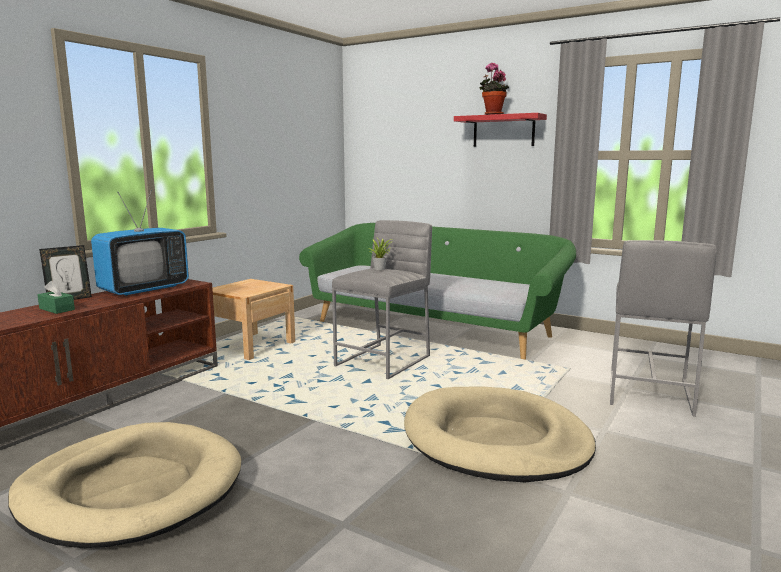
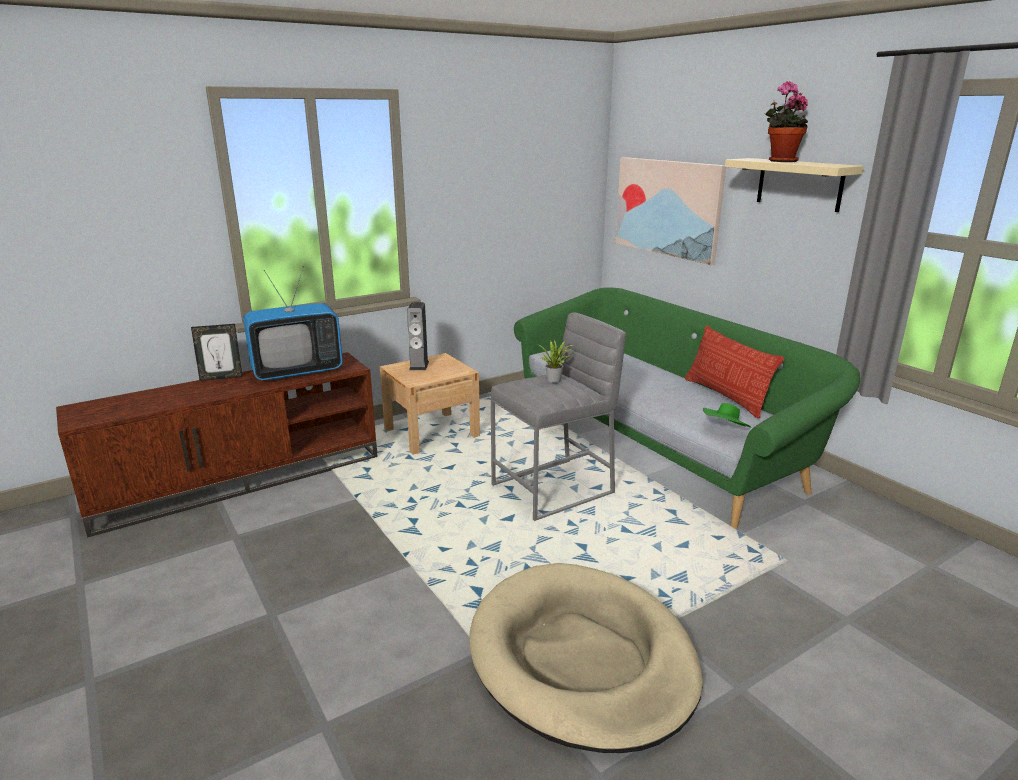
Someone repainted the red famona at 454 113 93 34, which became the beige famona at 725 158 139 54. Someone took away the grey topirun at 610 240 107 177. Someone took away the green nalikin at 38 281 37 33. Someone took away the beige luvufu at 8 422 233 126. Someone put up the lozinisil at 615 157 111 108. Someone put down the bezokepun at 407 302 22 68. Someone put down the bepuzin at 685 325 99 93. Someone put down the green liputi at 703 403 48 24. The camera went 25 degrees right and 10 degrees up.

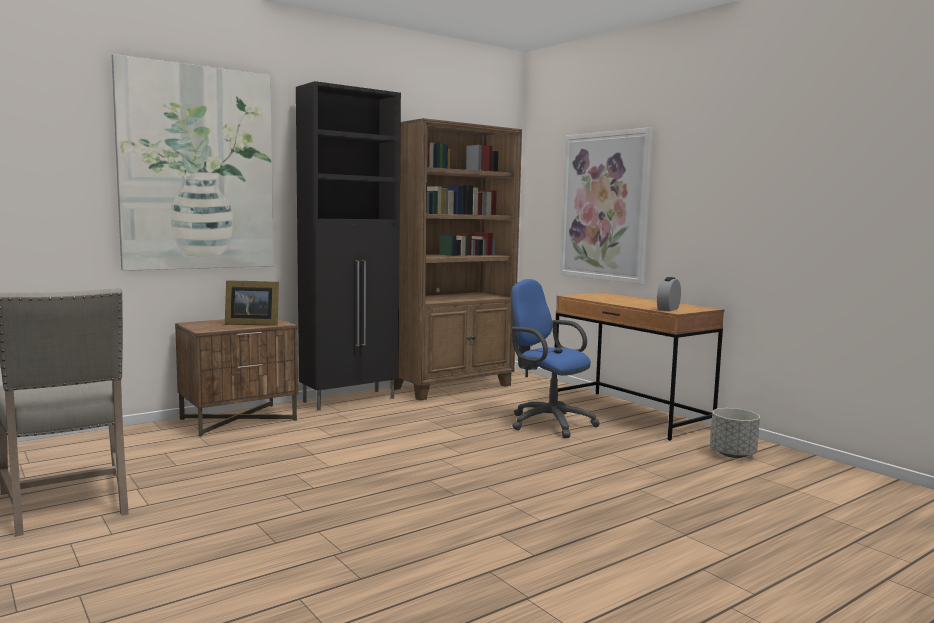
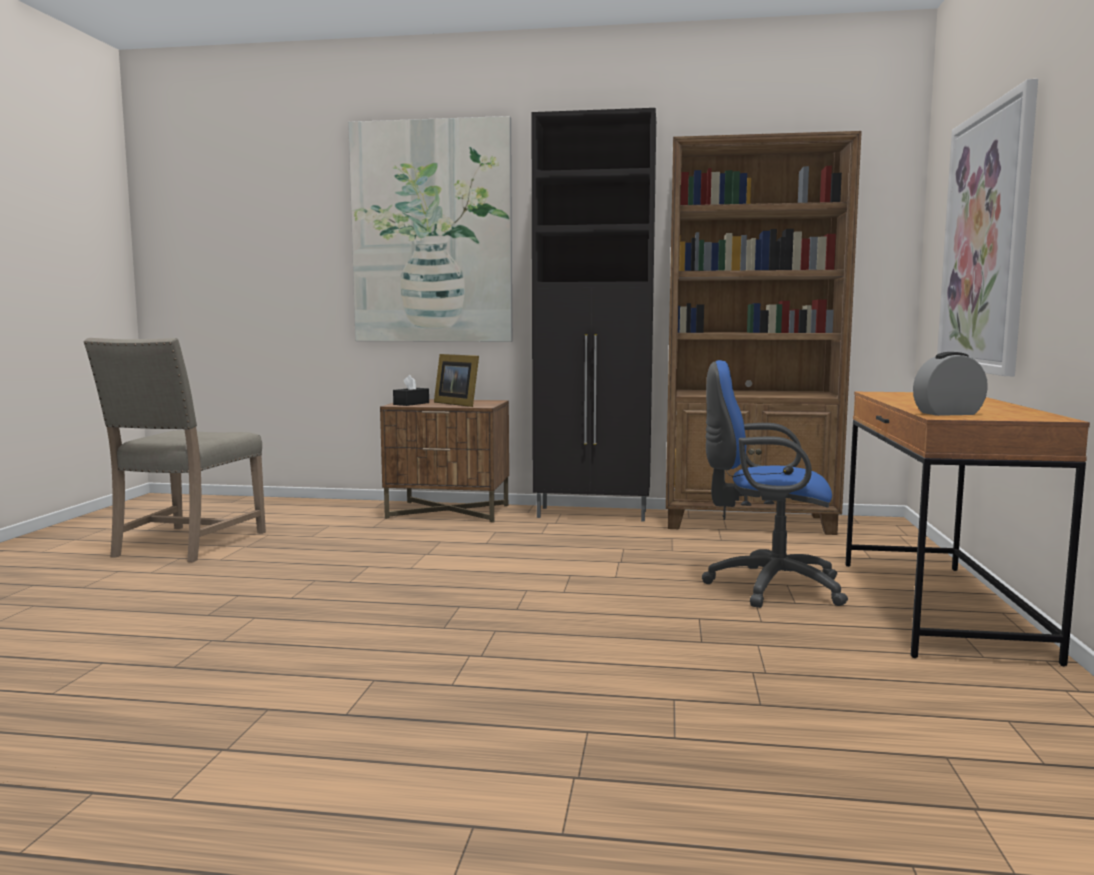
Someone rotated the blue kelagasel at 510 279 90 159 by 75 degrees counterclockwise. Someone took away the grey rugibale at 710 408 50 50. Someone put down the black nalikin at 393 375 36 31. The camera went 45 degrees right and 0 degrees up.

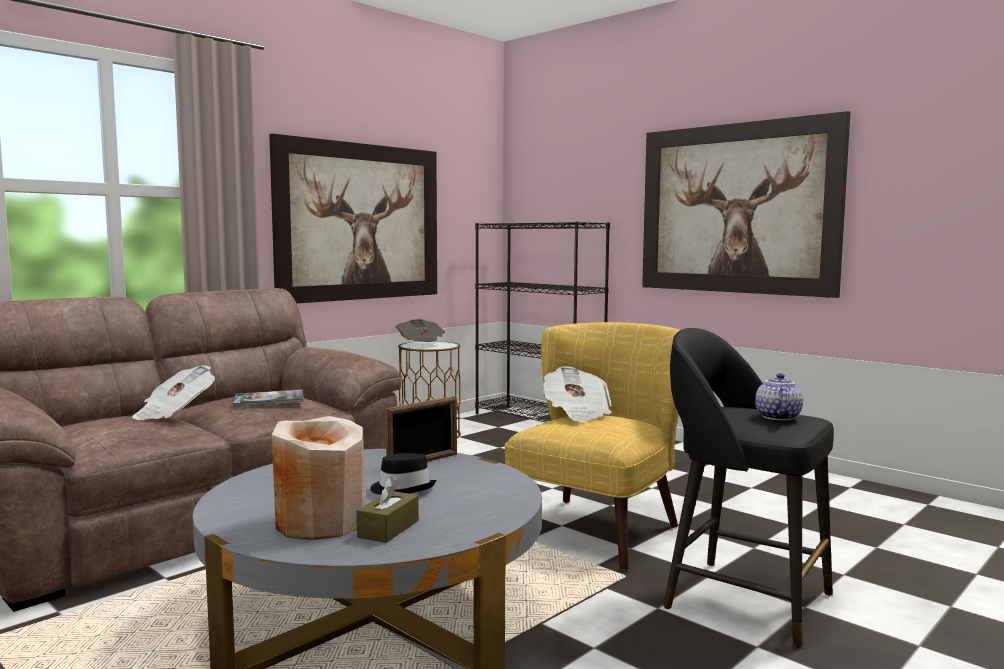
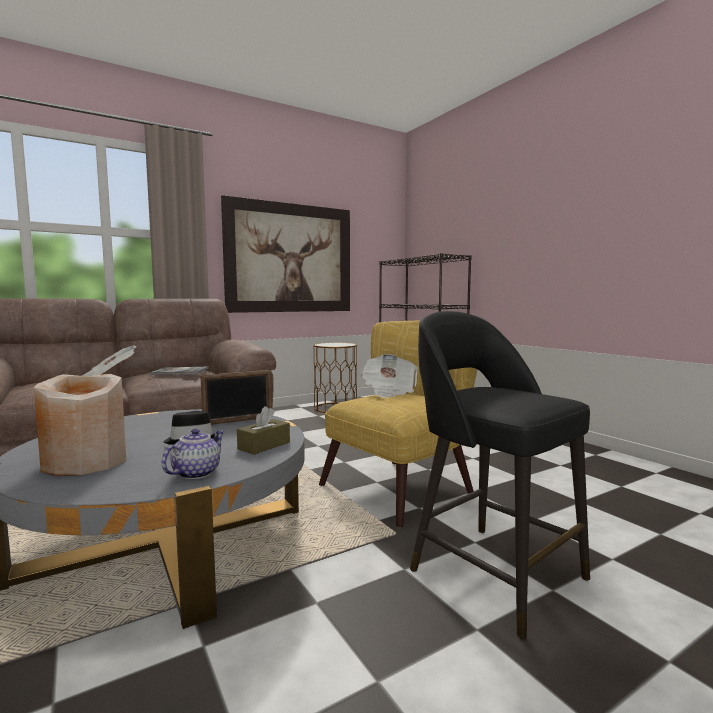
Someone took away the lozinisil at 642 111 208 187. Someone took away the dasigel at 395 319 50 23. Someone carried the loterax from 755 373 48 48 to 162 429 63 50. Someone carried the brown nalikin from 356 476 63 67 to 237 406 53 49. The camera went 15 degrees right and 0 degrees up.

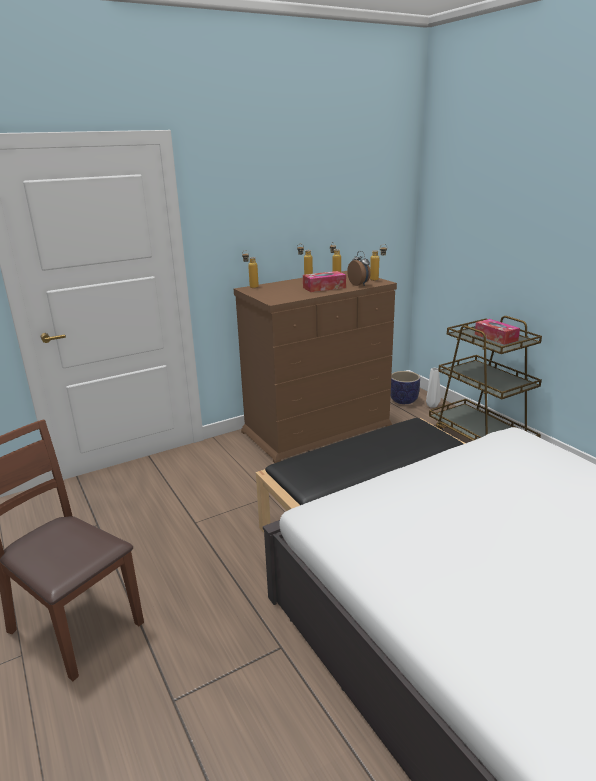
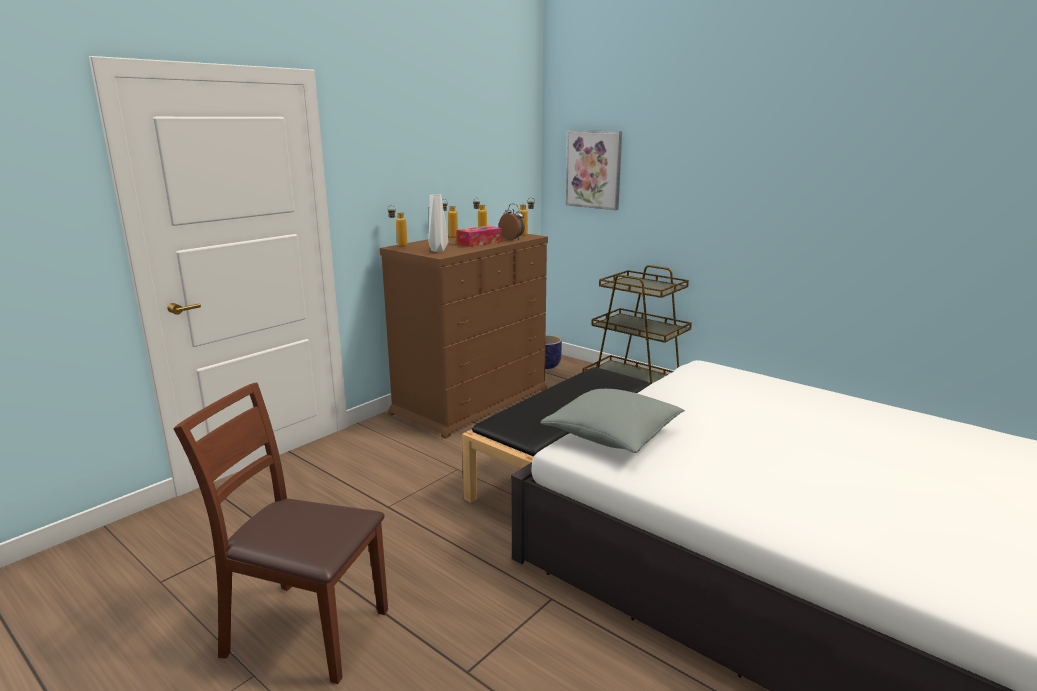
Someone took away the nalikin at 475 319 45 26. Someone carried the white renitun from 426 368 15 40 to 429 194 19 58. Someone put up the lozinisil at 566 130 56 80. Someone put down the grey bepuzin at 540 389 145 64. The camera went 20 degrees left and 5 degrees down.

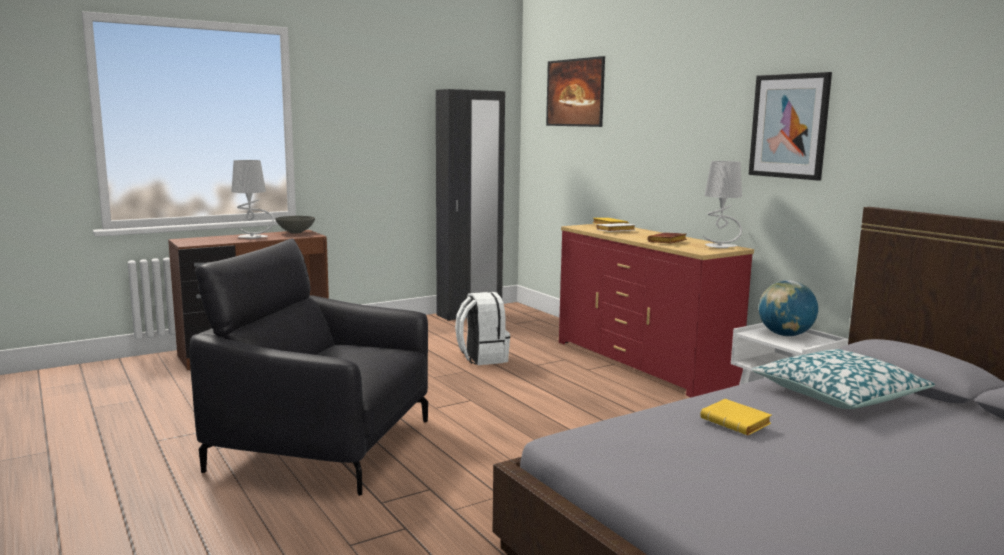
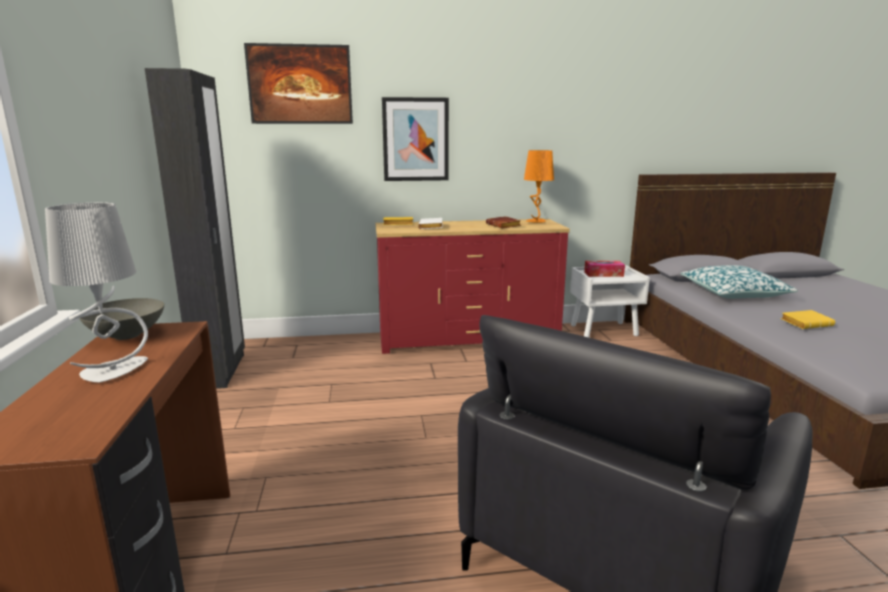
Someone carried the lozinisil from 749 72 83 109 to 382 97 67 84. Someone repainted the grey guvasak at 703 161 39 87, which became the orange guvasak at 524 150 30 73. Someone swapped the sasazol at 759 280 59 56 for the nalikin at 584 261 41 16. Someone took away the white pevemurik at 455 292 55 73. The camera went 65 degrees left and 5 degrees up.

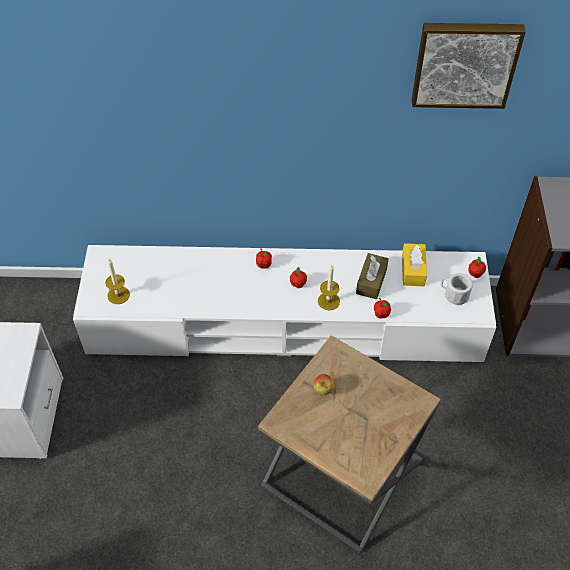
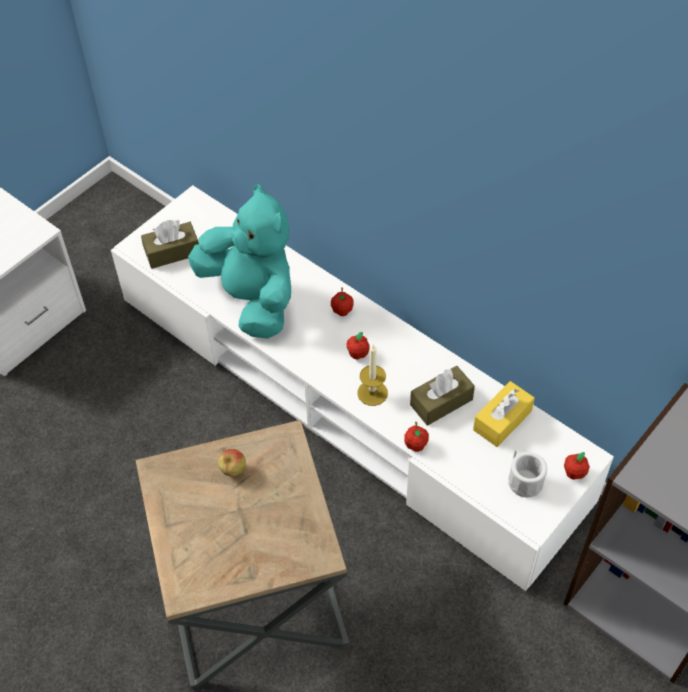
Someone took away the lozinisil at 412 23 114 86. Someone swapped the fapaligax at 105 258 25 46 for the brown nalikin at 141 220 58 49. Someone put down the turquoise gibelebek at 188 184 103 154. The camera went 40 degrees right and 0 degrees up.

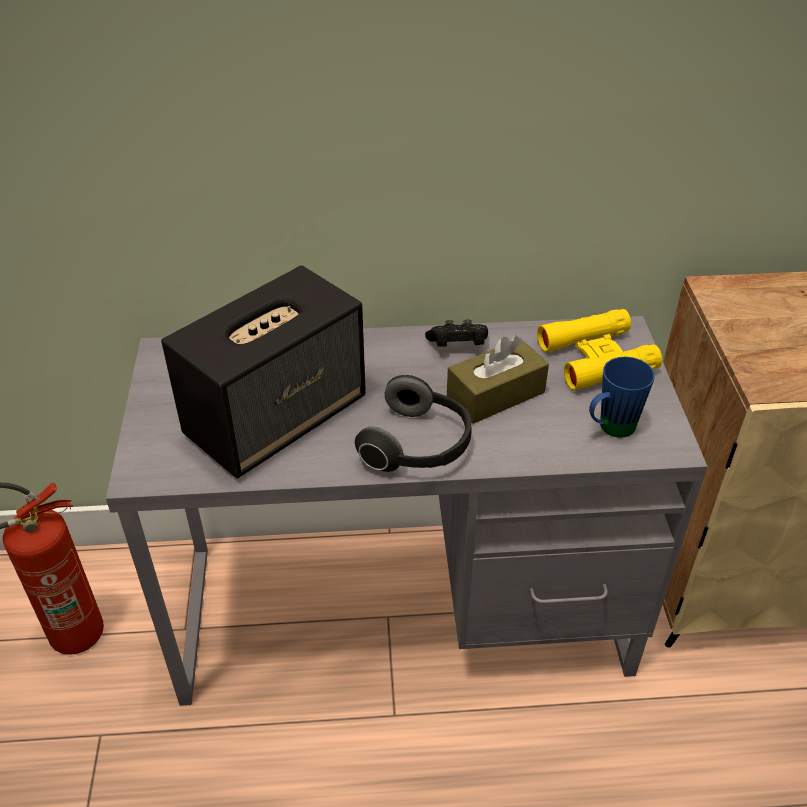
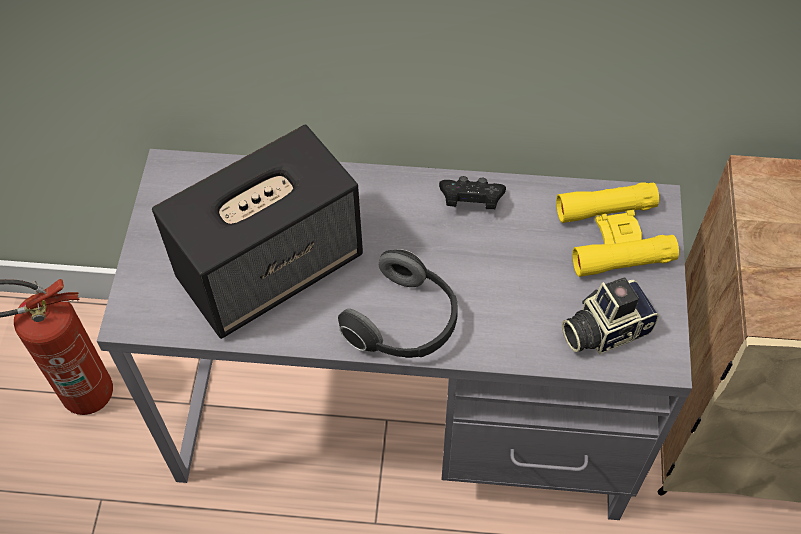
Someone took away the brown nalikin at 447 336 102 88. Someone swapped the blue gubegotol at 589 356 66 82 for the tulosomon at 562 278 97 76. The camera went 10 degrees right and 15 degrees up.

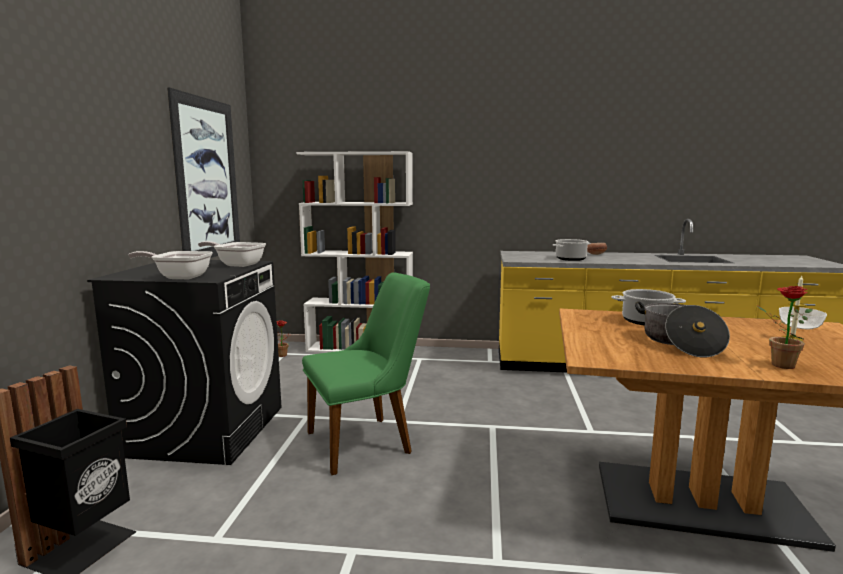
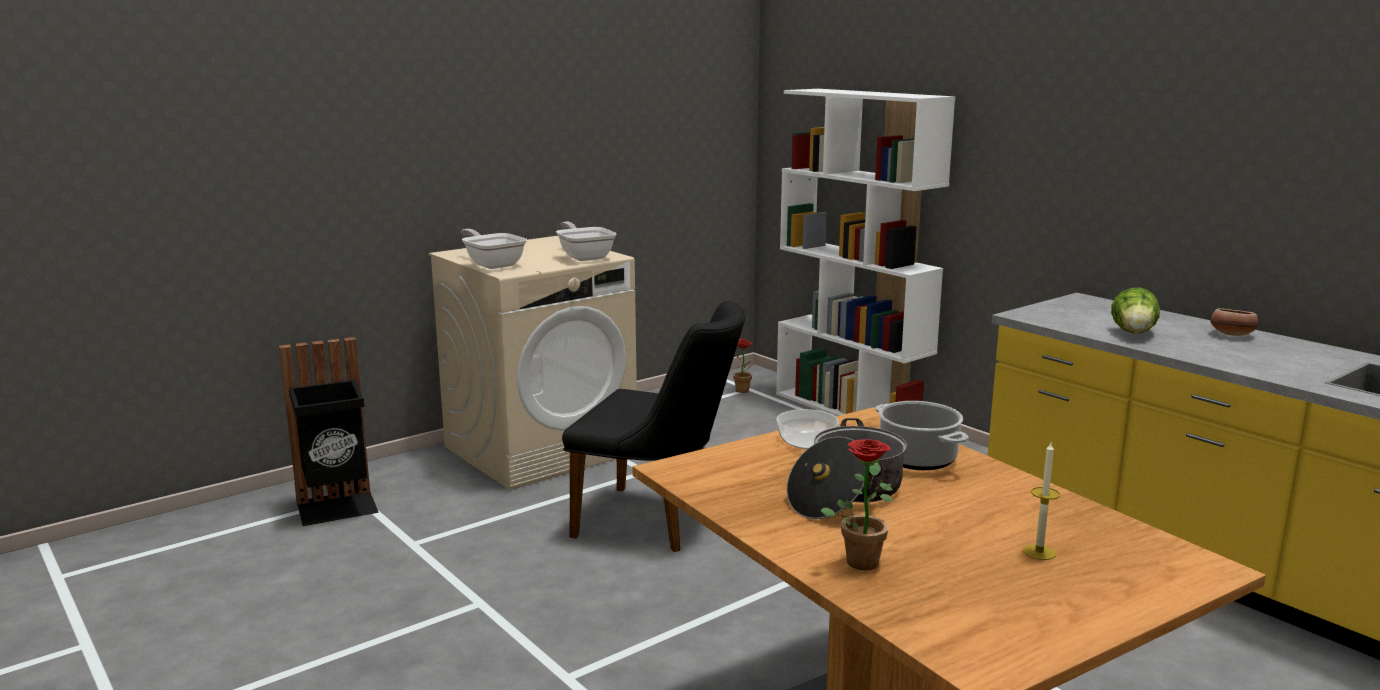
Someone took away the lozinisil at 167 88 73 170. Someone swapped the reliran at 553 239 37 22 for the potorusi at 1111 288 49 45. Someone repainted the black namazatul at 87 260 194 205, which became the beige namazatul at 429 236 208 254. Someone repainted the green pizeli at 302 272 128 203, which became the black pizeli at 562 301 184 251. Someone carried the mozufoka from 779 307 48 22 to 776 409 63 40. The camera went 45 degrees right and 5 degrees up.

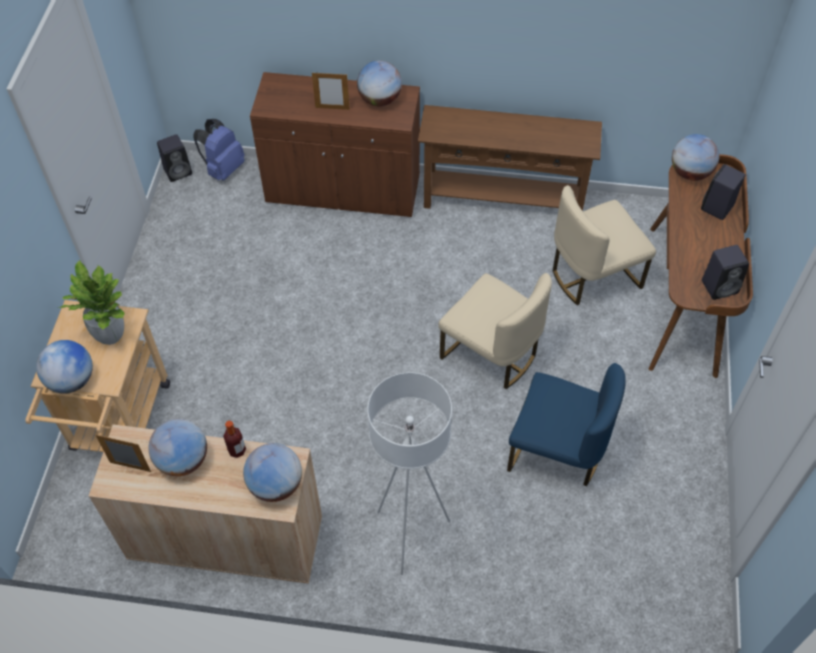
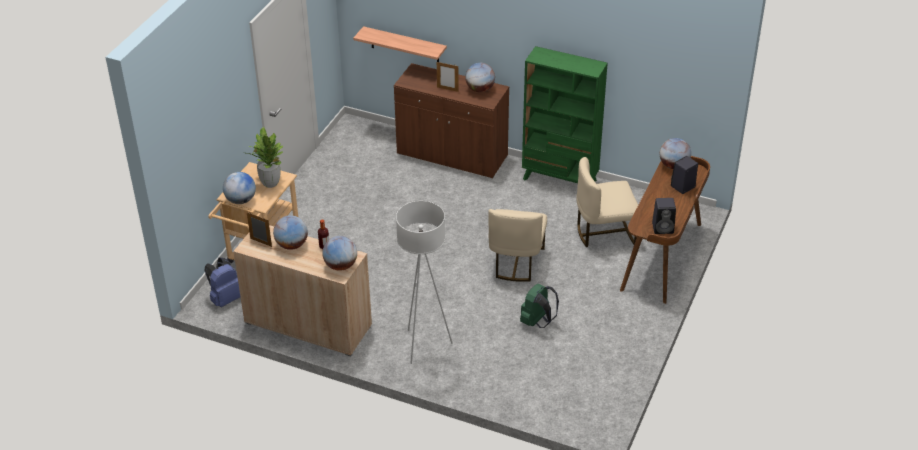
Someone swapped the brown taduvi at 418 105 184 106 for the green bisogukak at 522 46 86 137. Someone carried the blue pevemurik from 193 119 51 62 to 205 258 35 49. Someone took away the black bezokepun at 157 134 35 48. Someone rotated the beige pizeli at 438 273 114 116 by 45 degrees clockwise. Someone swapped the blue pizeli at 507 363 119 123 for the green pevemurik at 520 284 39 44. Someone put up the famona at 353 26 94 36. The camera went 15 degrees right and 15 degrees down.

